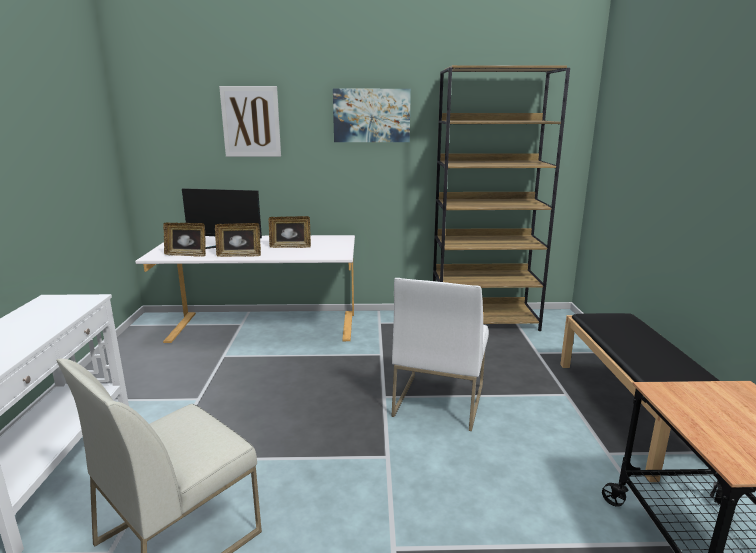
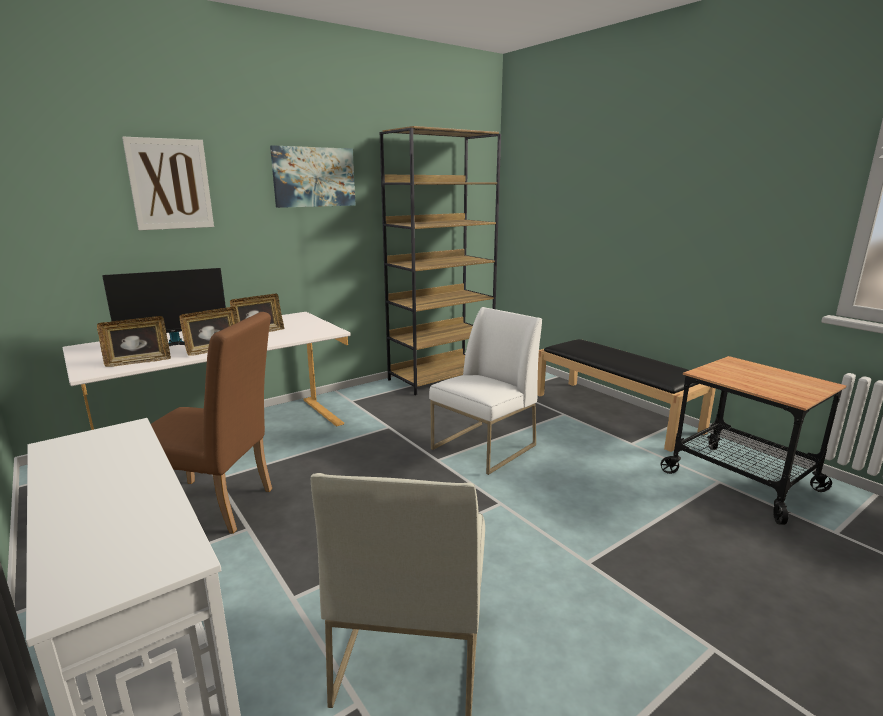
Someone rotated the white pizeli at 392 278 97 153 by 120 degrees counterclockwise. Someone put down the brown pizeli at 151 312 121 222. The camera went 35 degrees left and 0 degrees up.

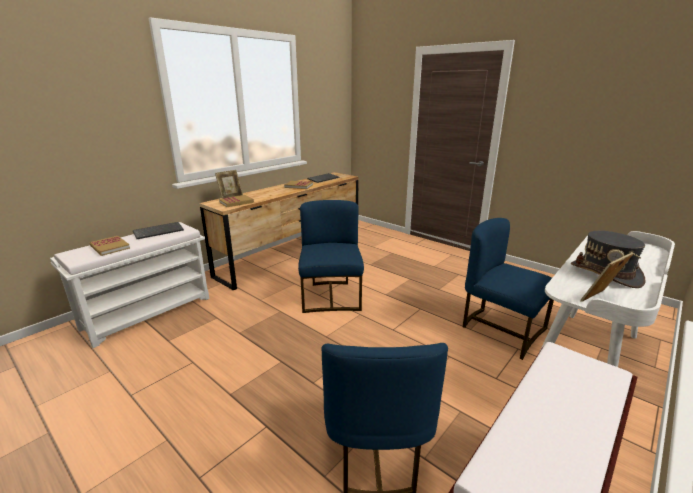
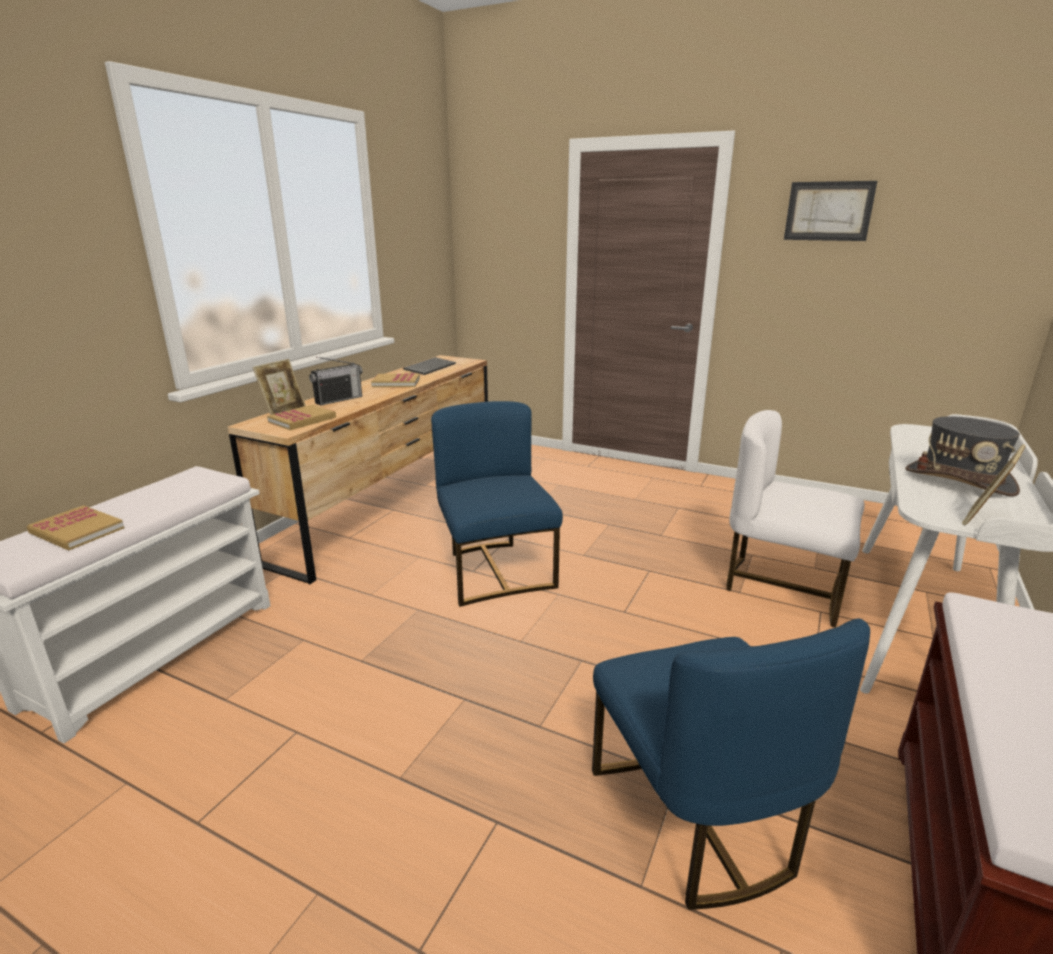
Someone repainted the blue pizeli at 463 218 91 142, which became the white pizeli at 726 410 139 218. Someone took away the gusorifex at 133 222 51 17. Someone put up the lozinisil at 784 181 93 60. Someone put down the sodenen at 309 357 54 49. The camera went 15 degrees left and 0 degrees up.

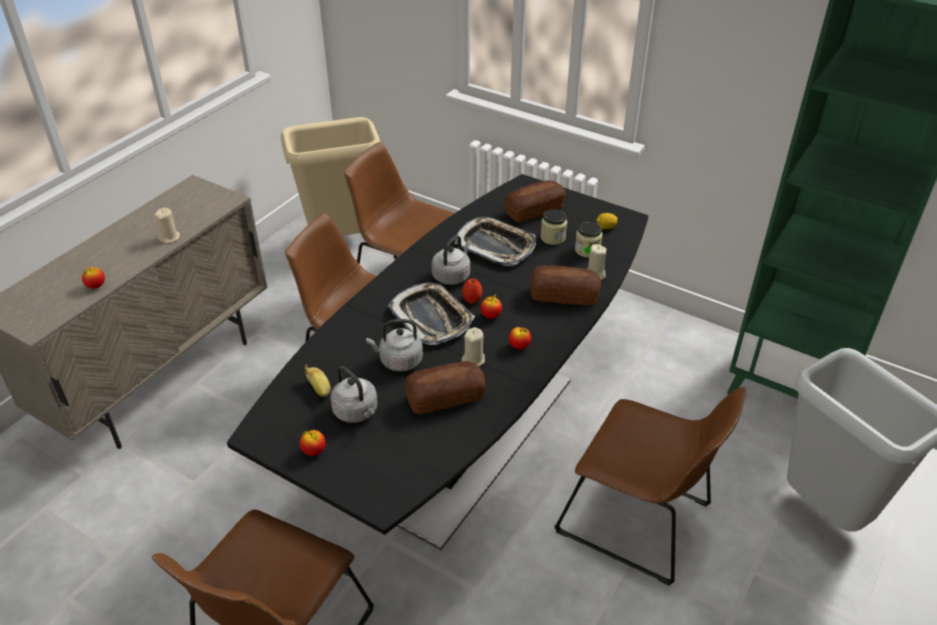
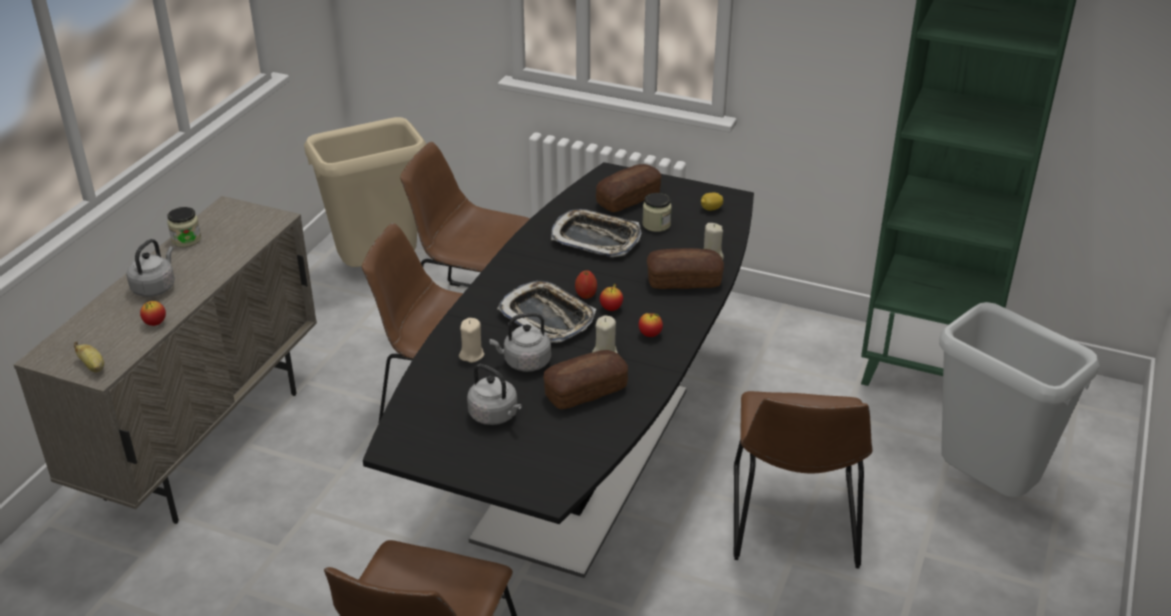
Someone carried the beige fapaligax from 154 208 26 36 to 459 318 26 45. Someone carried the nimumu from 575 222 28 36 to 167 207 34 40. Someone carried the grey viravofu from 432 235 39 50 to 126 239 49 58. Someone carried the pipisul from 304 364 27 33 to 74 342 30 30. Someone rotated the brown pizeli at 555 387 191 199 by 75 degrees clockwise. Someone took away the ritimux at 300 430 26 26. The camera went 10 degrees left and 5 degrees down.

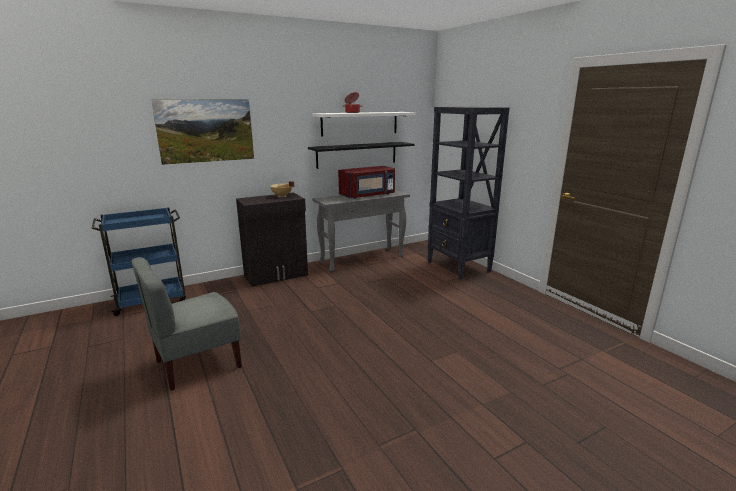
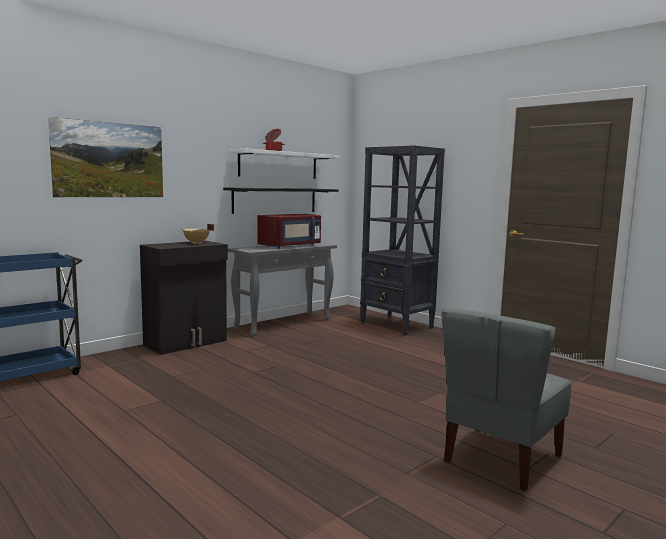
Someone carried the grey pizeli from 131 257 111 133 to 442 308 129 183. The camera went 15 degrees left and 10 degrees down.

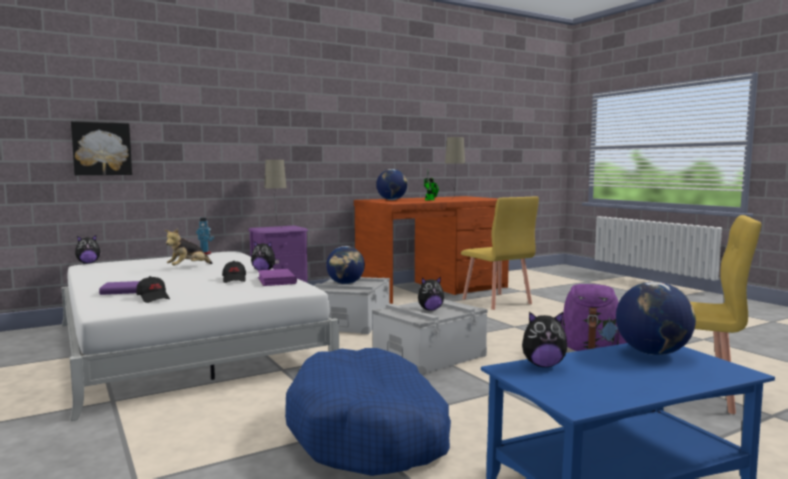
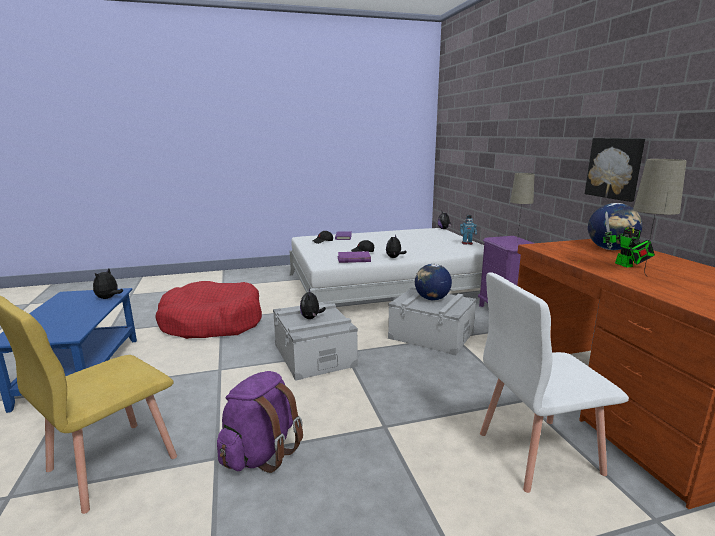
Someone carried the lozinisil from 71 121 61 54 to 585 138 60 64. Someone repainted the yellow pizeli at 461 197 78 113, which became the white pizeli at 480 272 149 221. Someone took away the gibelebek at 165 228 48 38. Someone took away the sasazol at 616 282 80 73. Someone repainted the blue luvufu at 285 348 166 128, which became the red luvufu at 155 281 107 58. The camera went 105 degrees right and 10 degrees up.

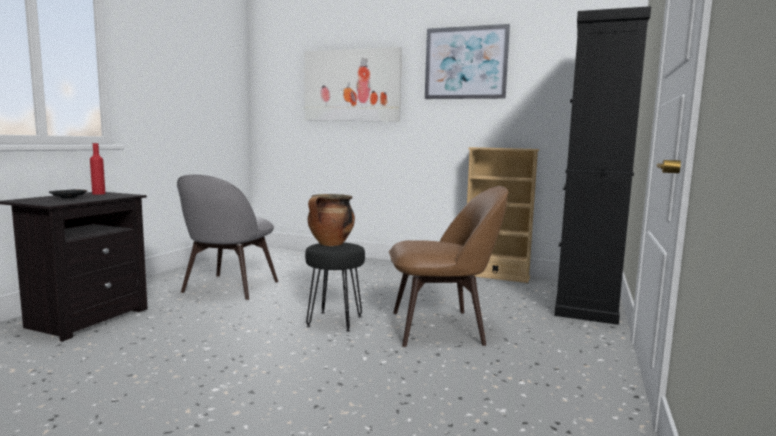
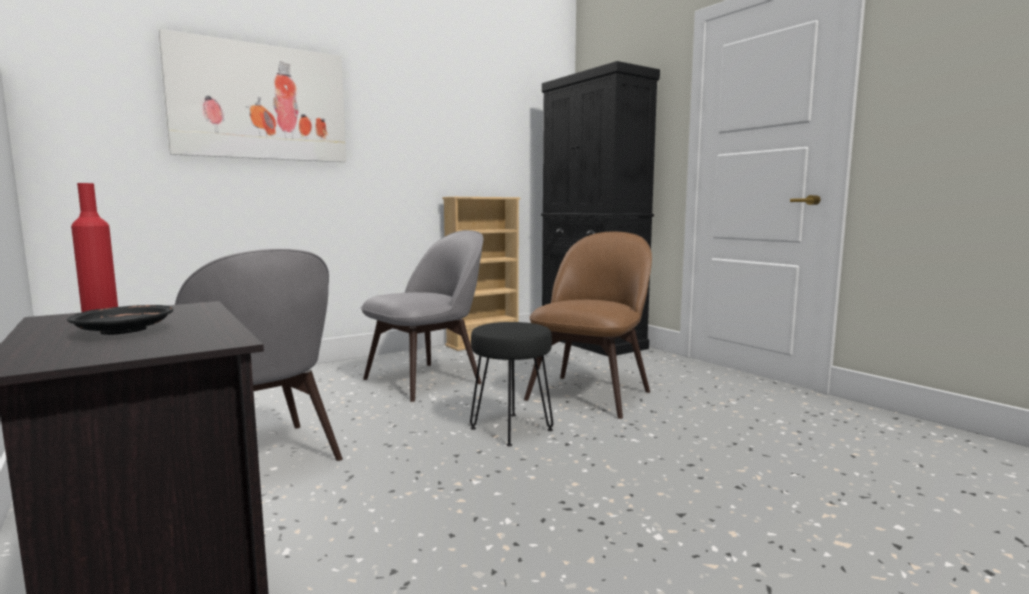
Someone took away the lozinisil at 425 24 85 75. Someone took away the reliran at 308 194 47 52. Someone put down the grey pizeli at 361 230 123 172. The camera went 55 degrees left and 0 degrees up.

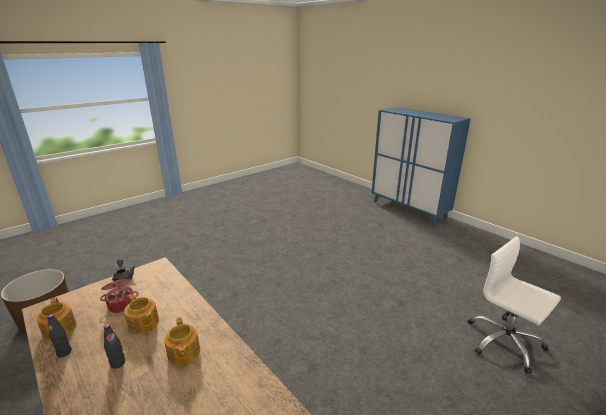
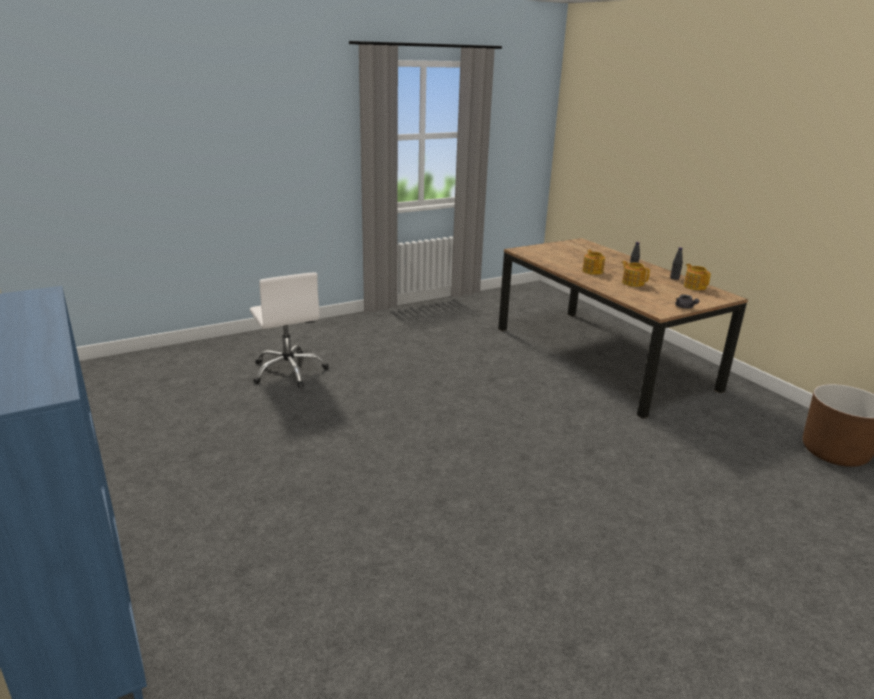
Someone took away the reliran at 100 277 39 36. The camera went 170 degrees left and 0 degrees up.

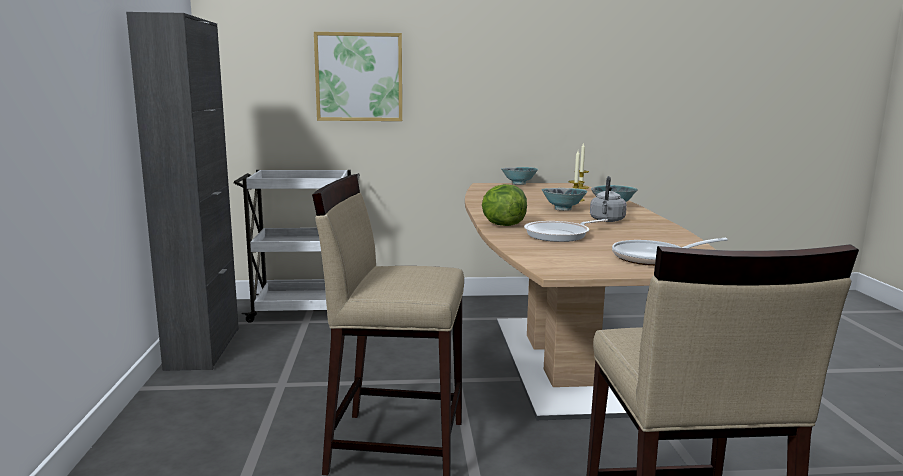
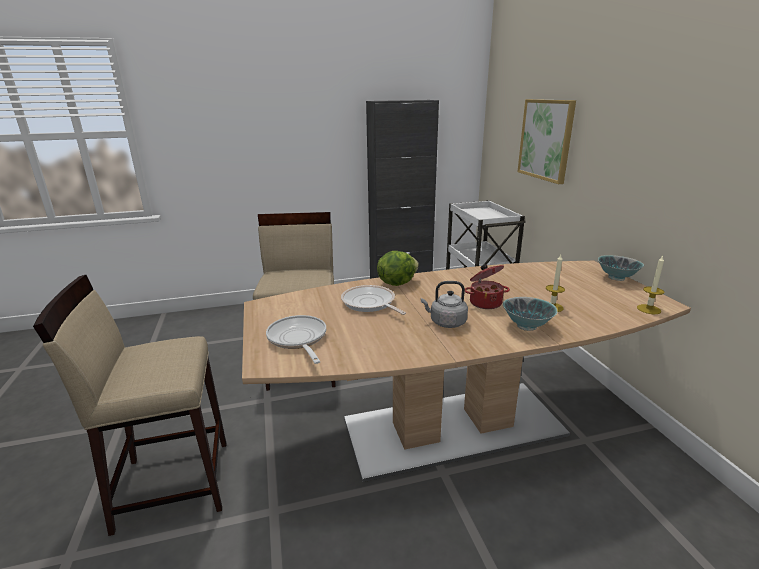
Someone swapped the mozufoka at 541 188 47 23 for the reliran at 465 264 45 45. The camera went 80 degrees right and 10 degrees up.

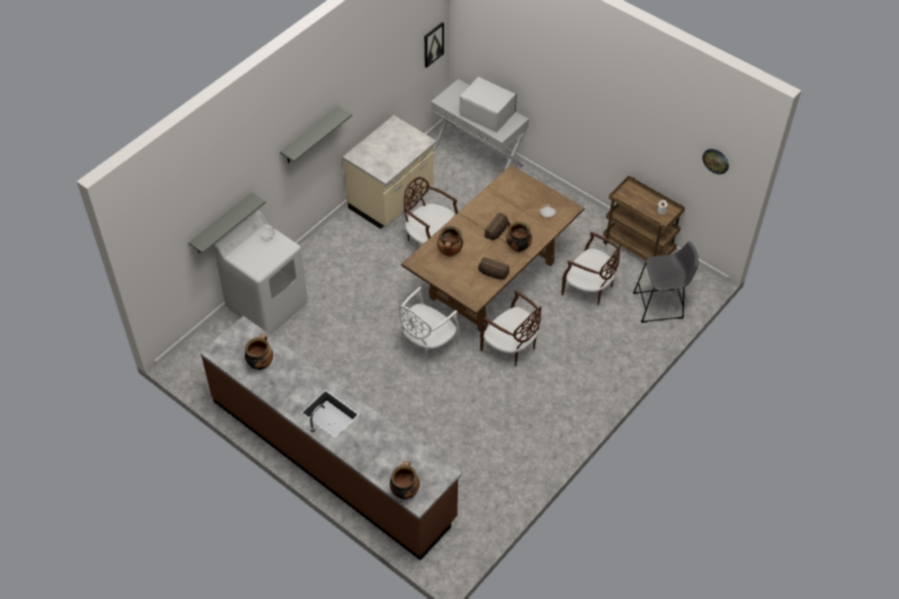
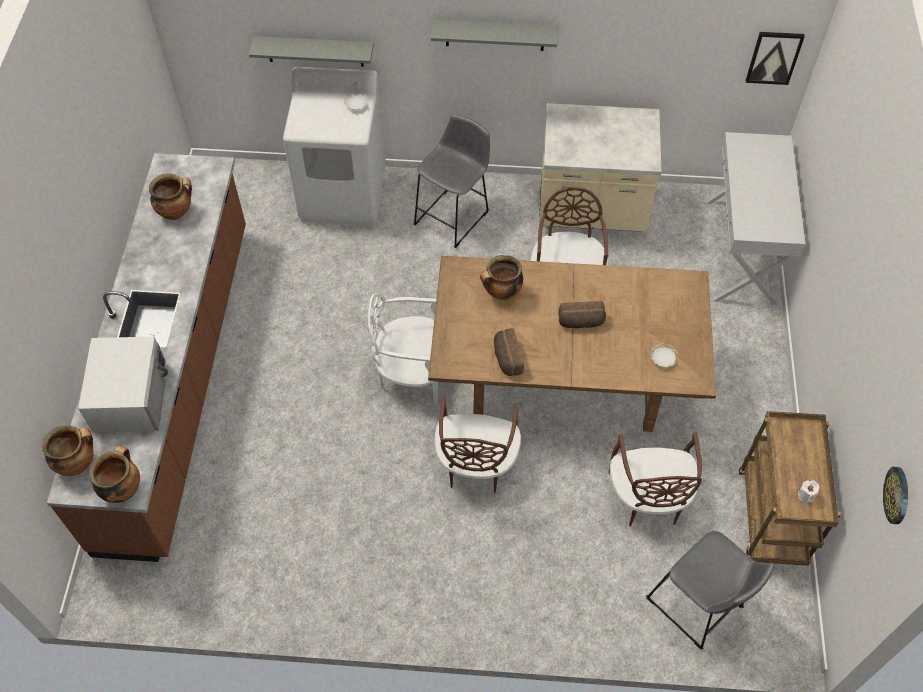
Someone carried the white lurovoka from 460 77 57 56 to 78 336 90 96. Someone carried the reliran from 506 220 26 32 to 89 445 51 58. Someone put down the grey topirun at 414 114 76 134. The camera went 55 degrees right and 5 degrees up.

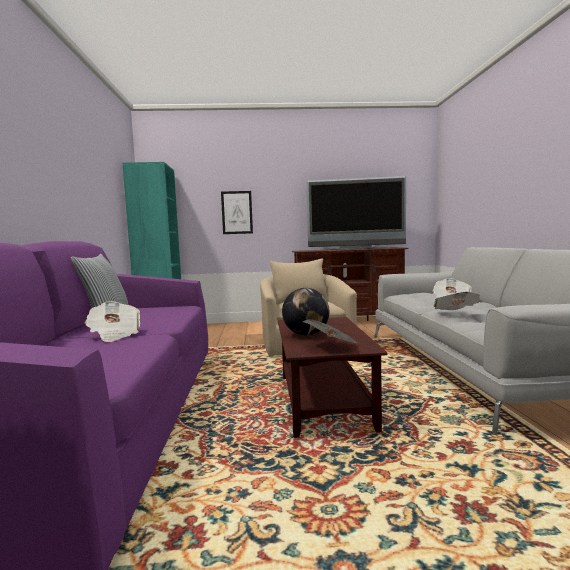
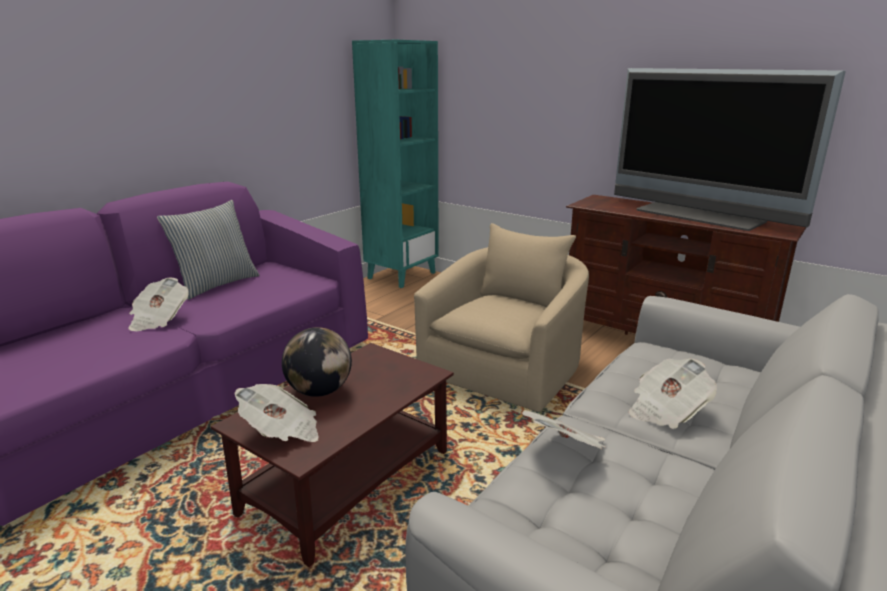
Someone took away the lozinisil at 221 191 32 43. The camera went 40 degrees right and 15 degrees up.

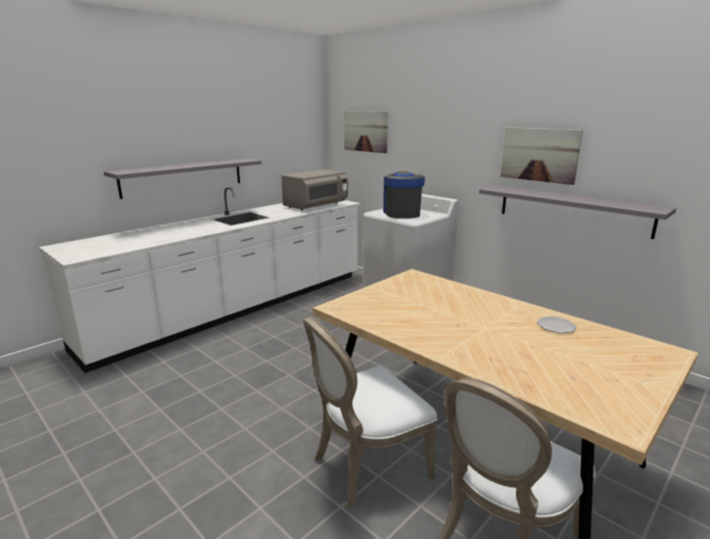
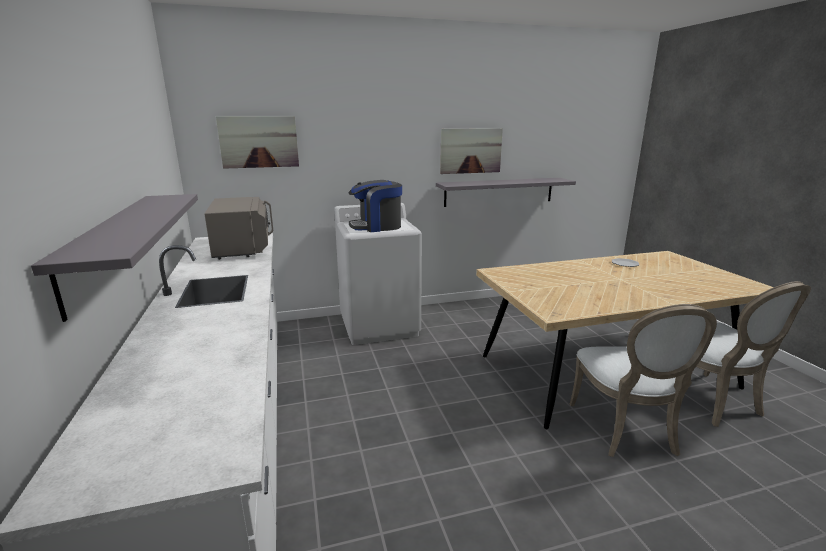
Someone rotated the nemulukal at 383 171 42 48 by 45 degrees counterclockwise. The camera went 60 degrees left and 0 degrees up.

